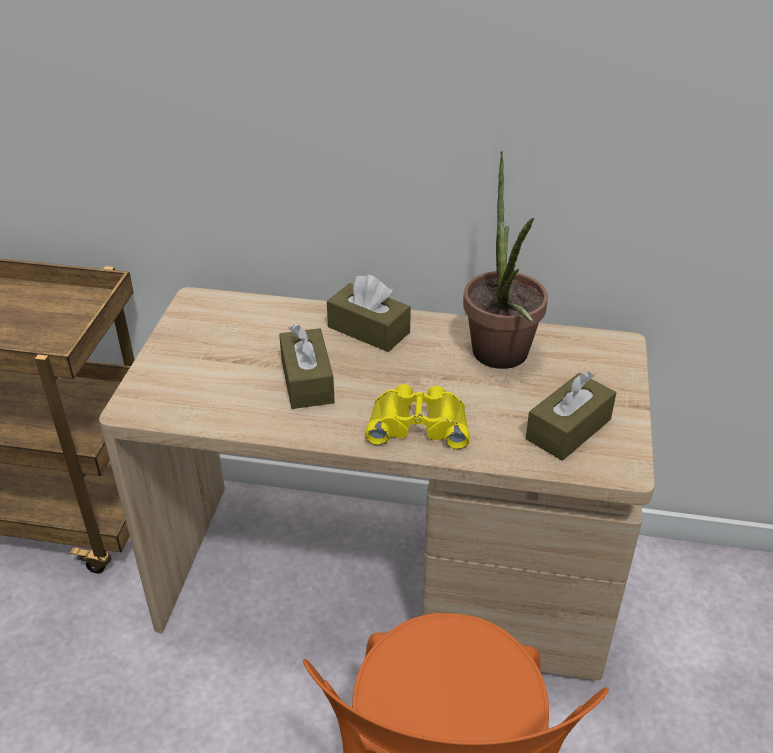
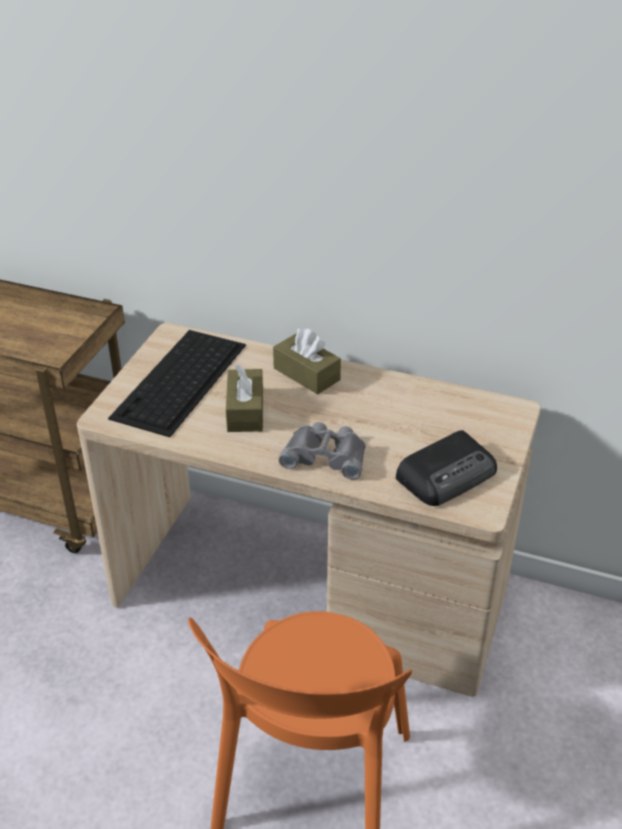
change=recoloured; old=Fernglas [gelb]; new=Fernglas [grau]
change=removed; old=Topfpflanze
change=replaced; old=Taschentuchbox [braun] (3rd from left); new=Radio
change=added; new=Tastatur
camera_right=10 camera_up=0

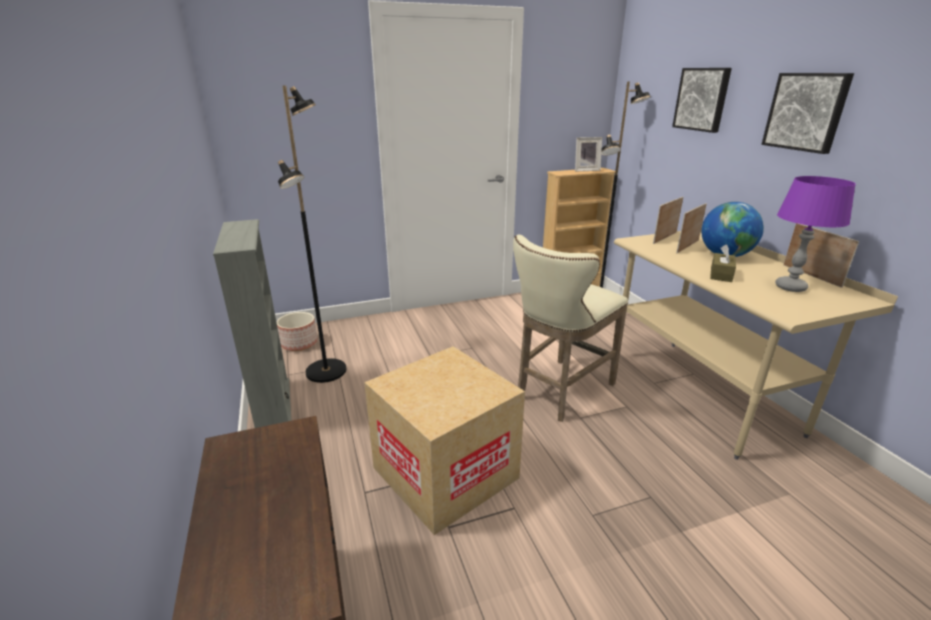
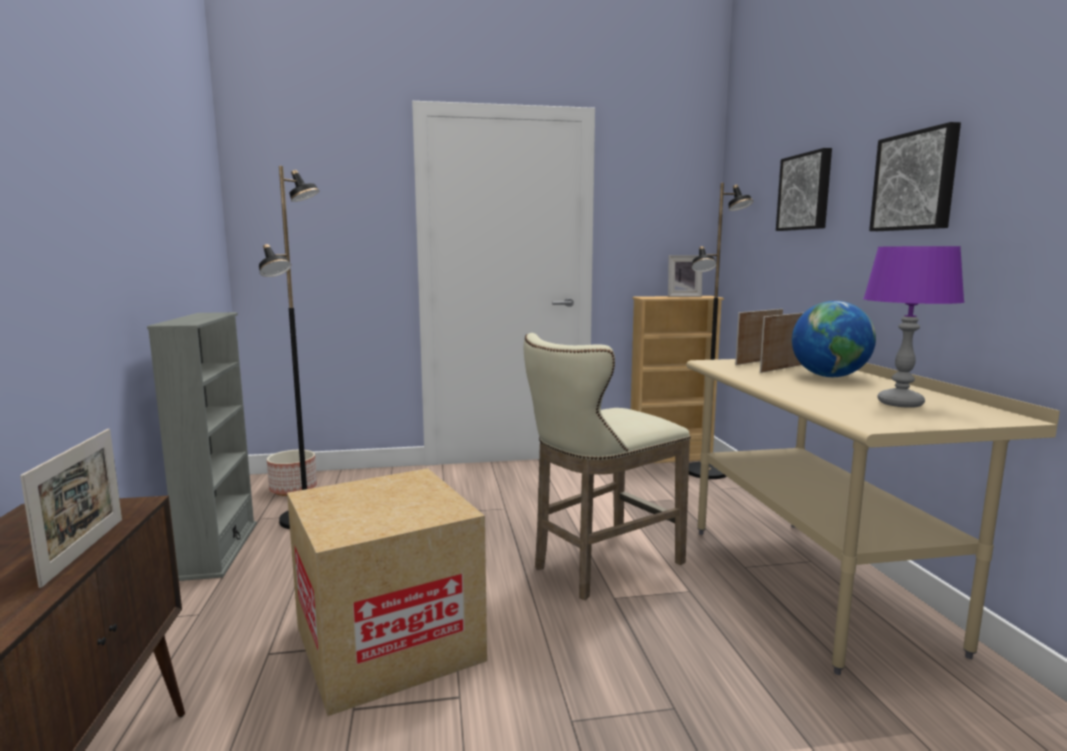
change=removed; old=Taschentuchbox [braun]
change=moved; old=Bilderrahmen (4th from left in the first image); new=Bilderrahmen (1st from left)
camera_right=10 camera_up=-15

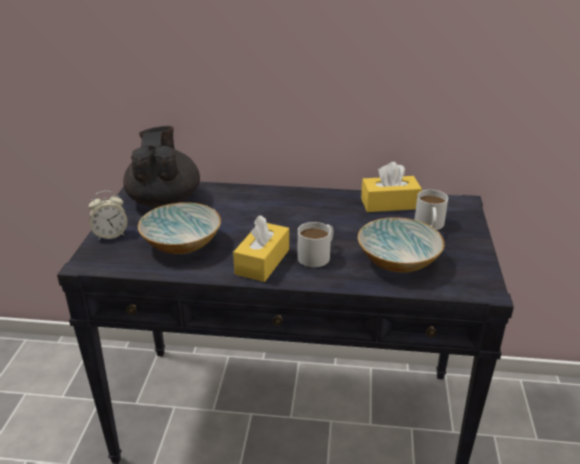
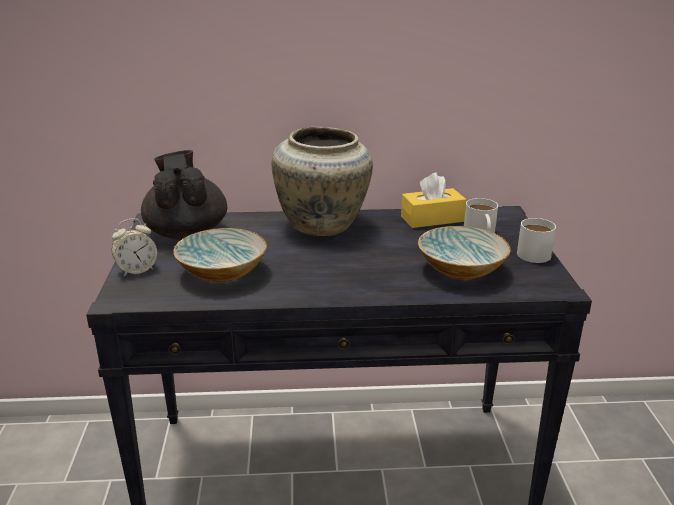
change=removed; old=Taschentuchbox [gelb] (1st from left)
change=moved; old=Henkelbecher [weiß] (1st from left in the first image); new=Henkelbecher [weiß] (2nd from left)
change=added; new=Vase [beige]
camera_right=-10 camera_up=-5

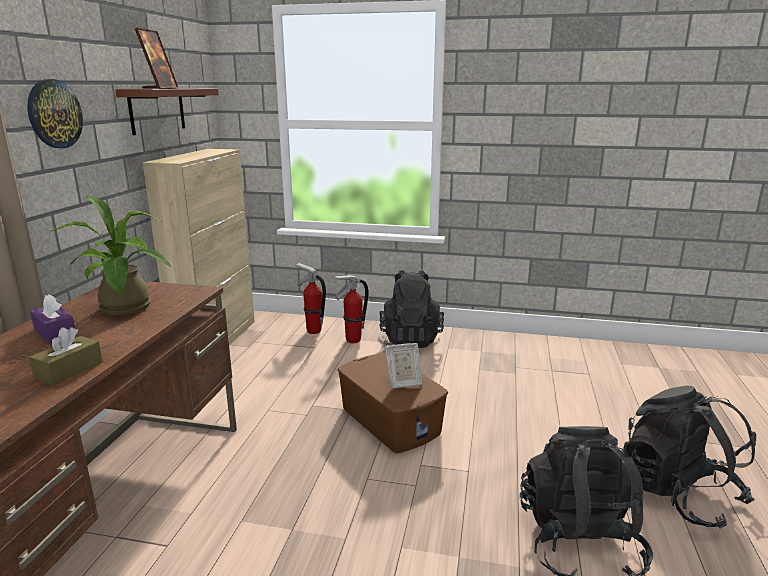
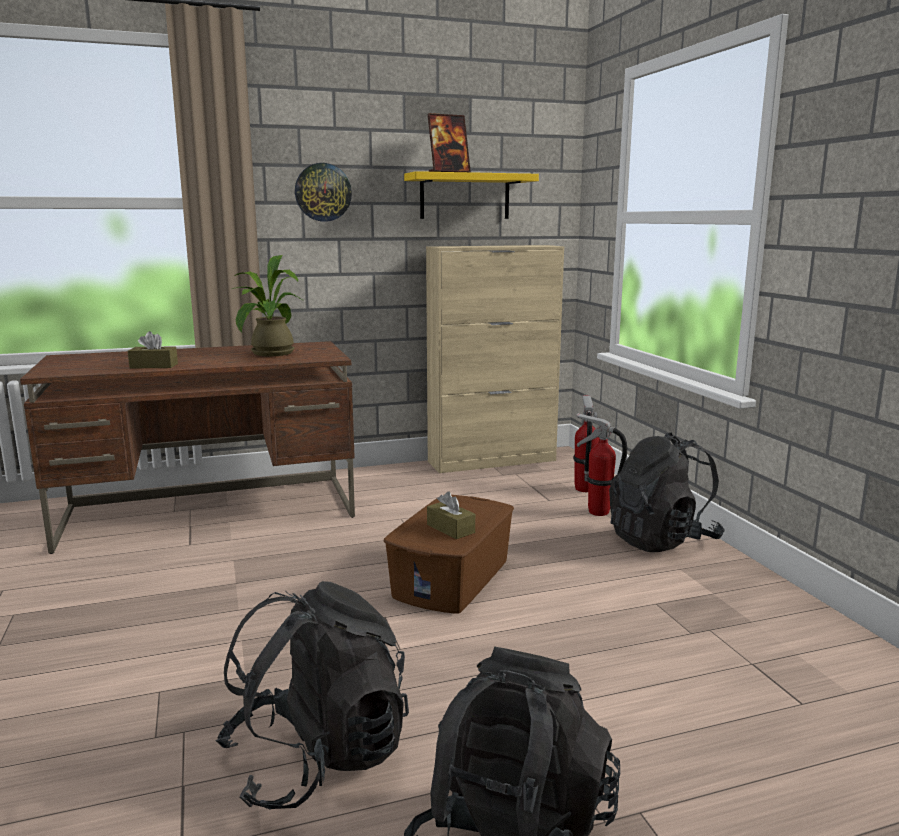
change=removed; old=Taschentuchbox [lila]
change=recoloured; old=Wandregal [braun]; new=Wandregal [gelb]
change=replaced; old=Bilderrahmen (2nd from left); new=Taschentuchbox [braun] (2nd from left)
camera_right=60 camera_up=-5

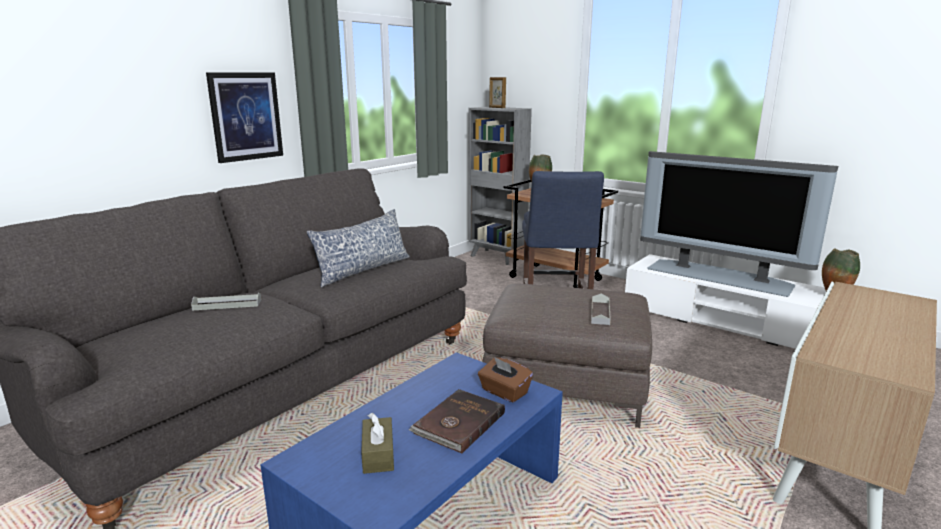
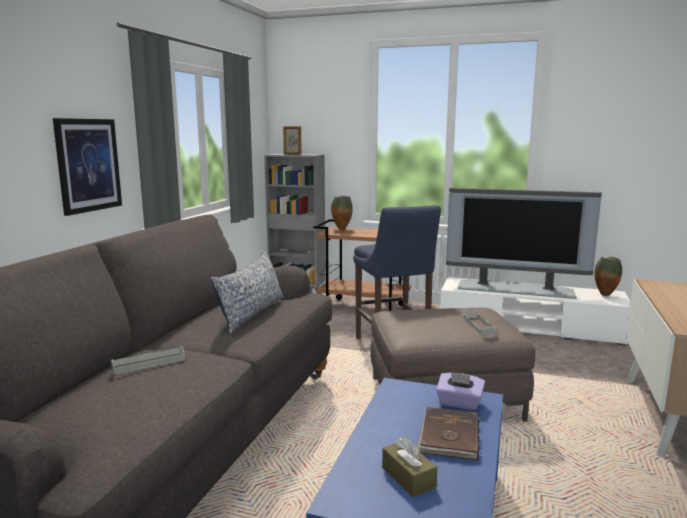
change=recoloured; old=Taschentuchbox [braun] (2nd from left); new=Taschentuchbox [lila]
camera_right=-20 camera_up=-5

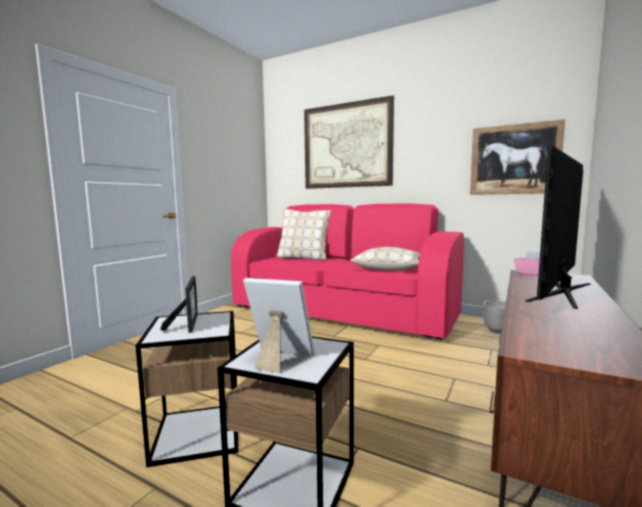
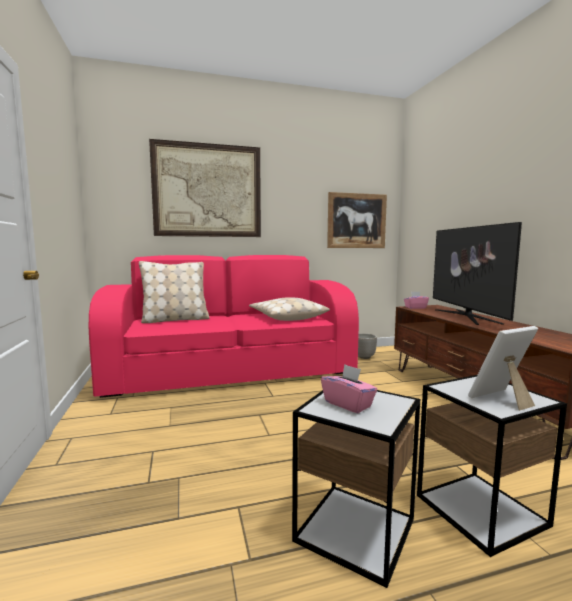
change=replaced; old=Bilderrahmen (1st from left); new=Taschentuchbox [rosa] (1st from left)
camera_right=-45 camera_up=0

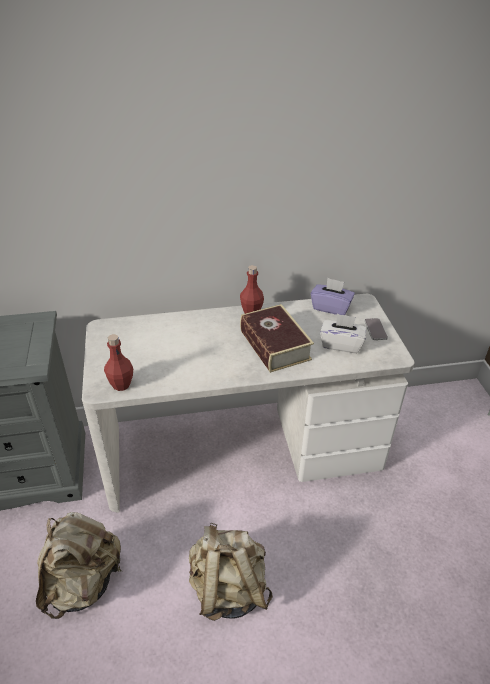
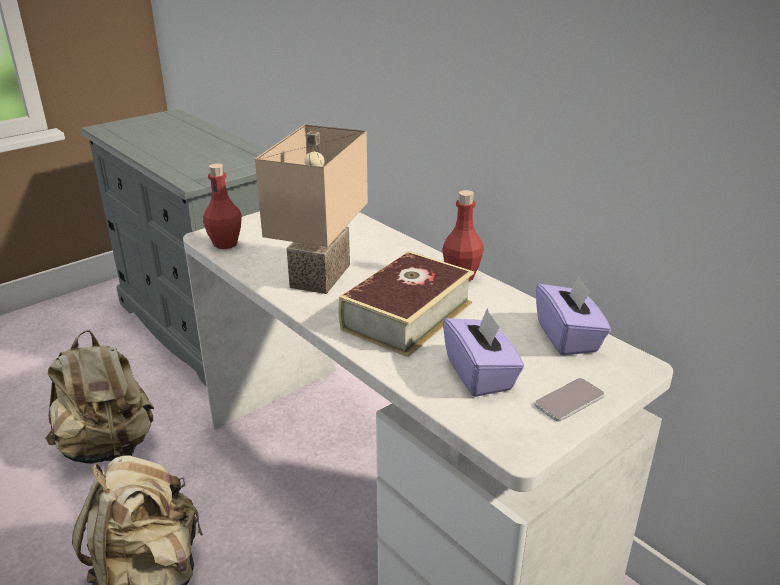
change=recoloured; old=Taschentuchbox [weiß]; new=Taschentuchbox [lila] (1st from left)
change=added; new=Tischlampe [beige]
camera_right=60 camera_up=-10

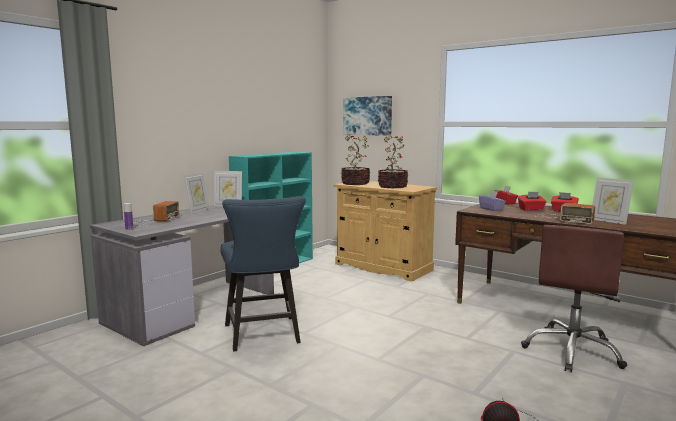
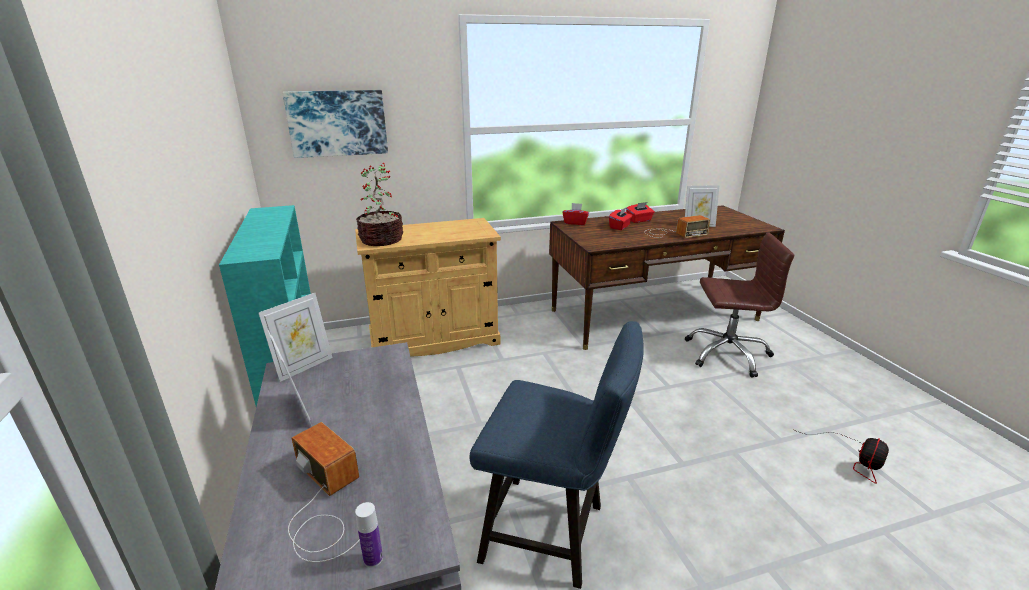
change=removed; old=Topfpflanze (2nd from left)
change=removed; old=Taschentuchbox [lila]
change=turned; old=Bürostuhl [braun]; degrees=-60
camera_right=-55 camera_up=15

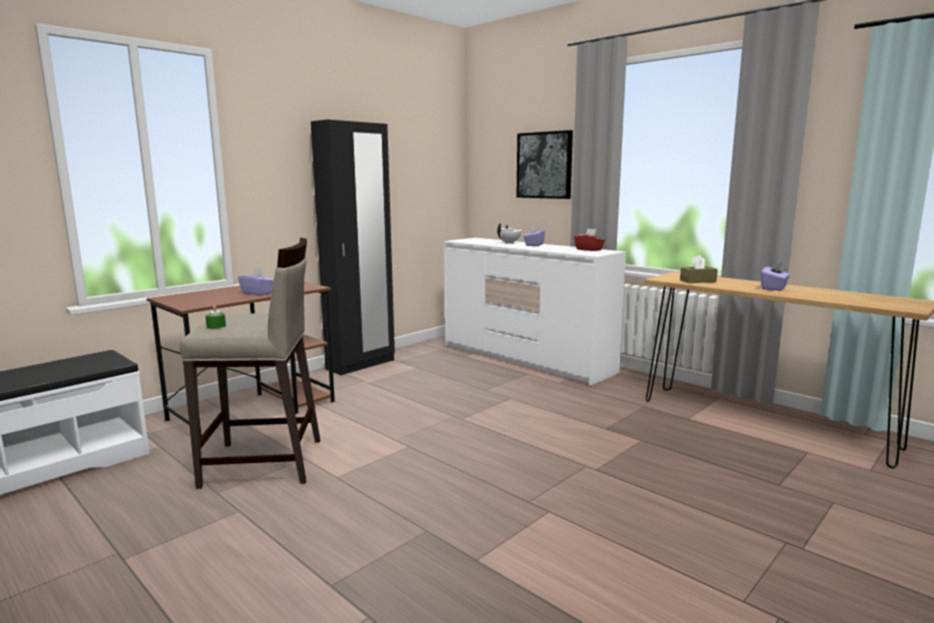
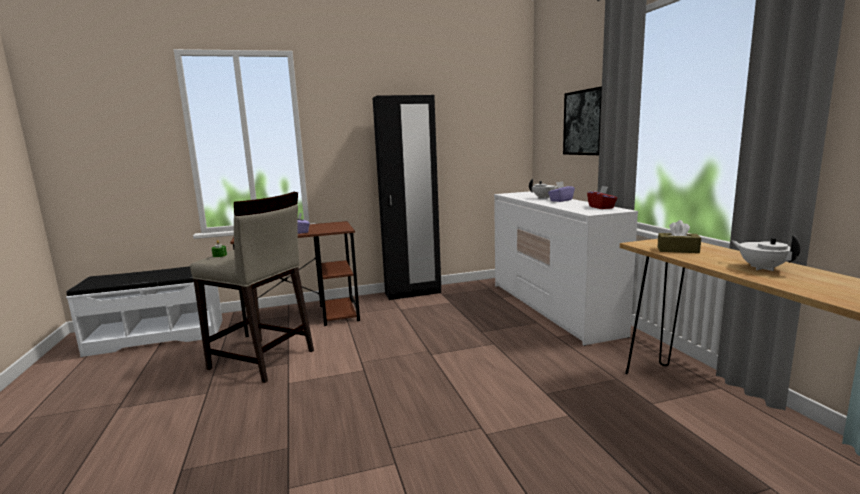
change=replaced; old=Taschentuchbox [lila] (3rd from left); new=Teekanne [weiß] (2nd from left)
camera_right=30 camera_up=0

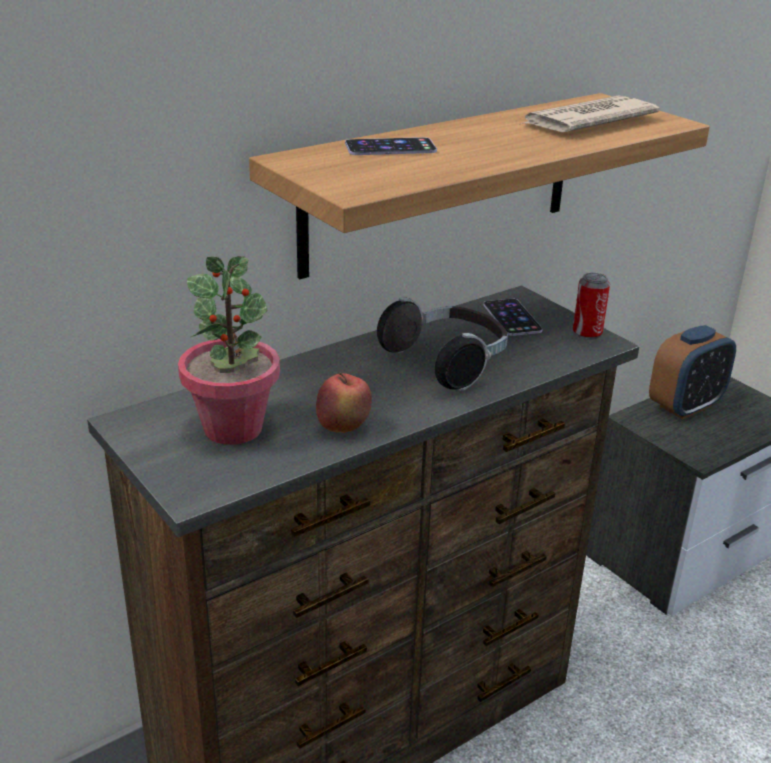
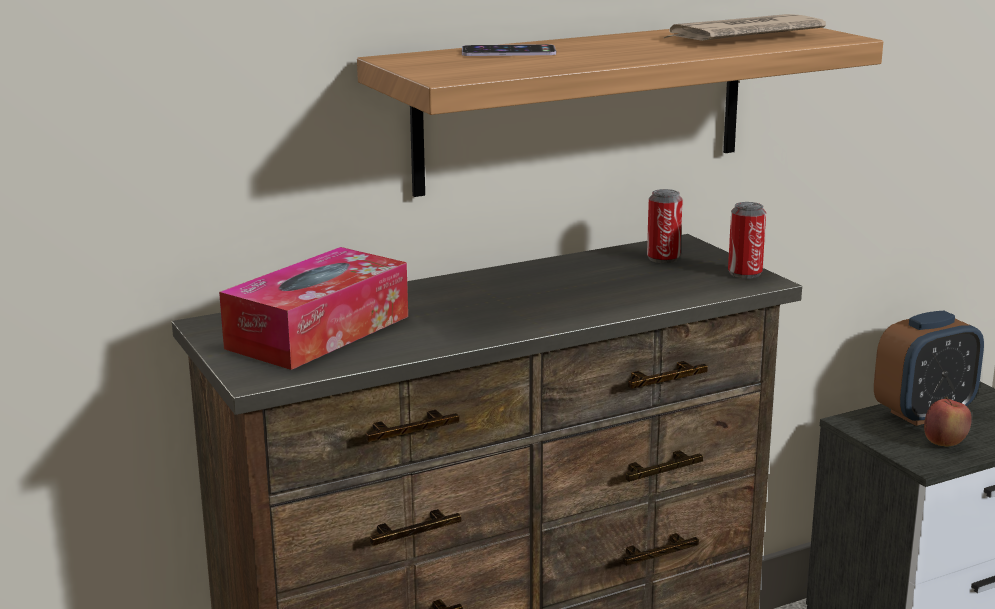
change=replaced; old=Topfpflanze; new=Taschentuchbox
change=moved; old=Apfel
change=removed; old=Kopfhörer
change=replaced; old=Handy (2nd from left); new=Dose (1st from left)
camera_right=10 camera_up=-10

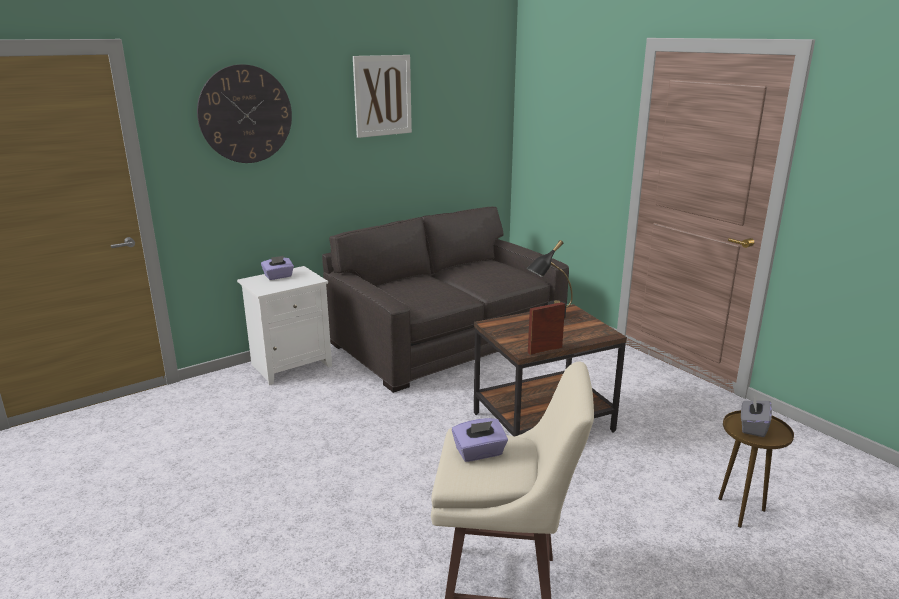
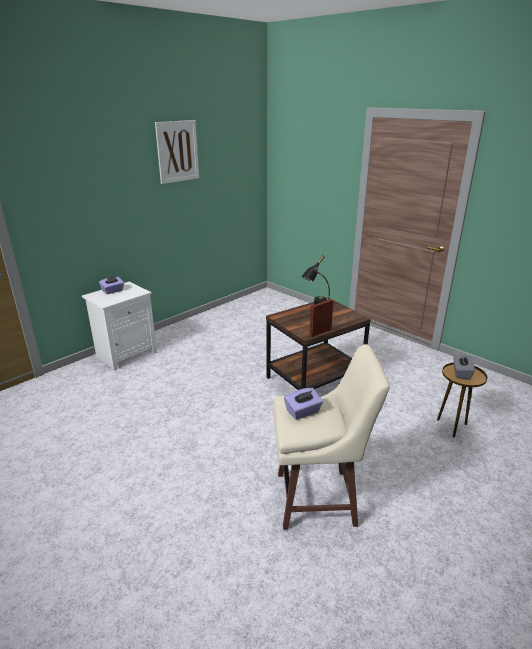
change=removed; old=Wanduhr
change=removed; old=Sofa [grau]
camera_right=-10 camera_up=5

